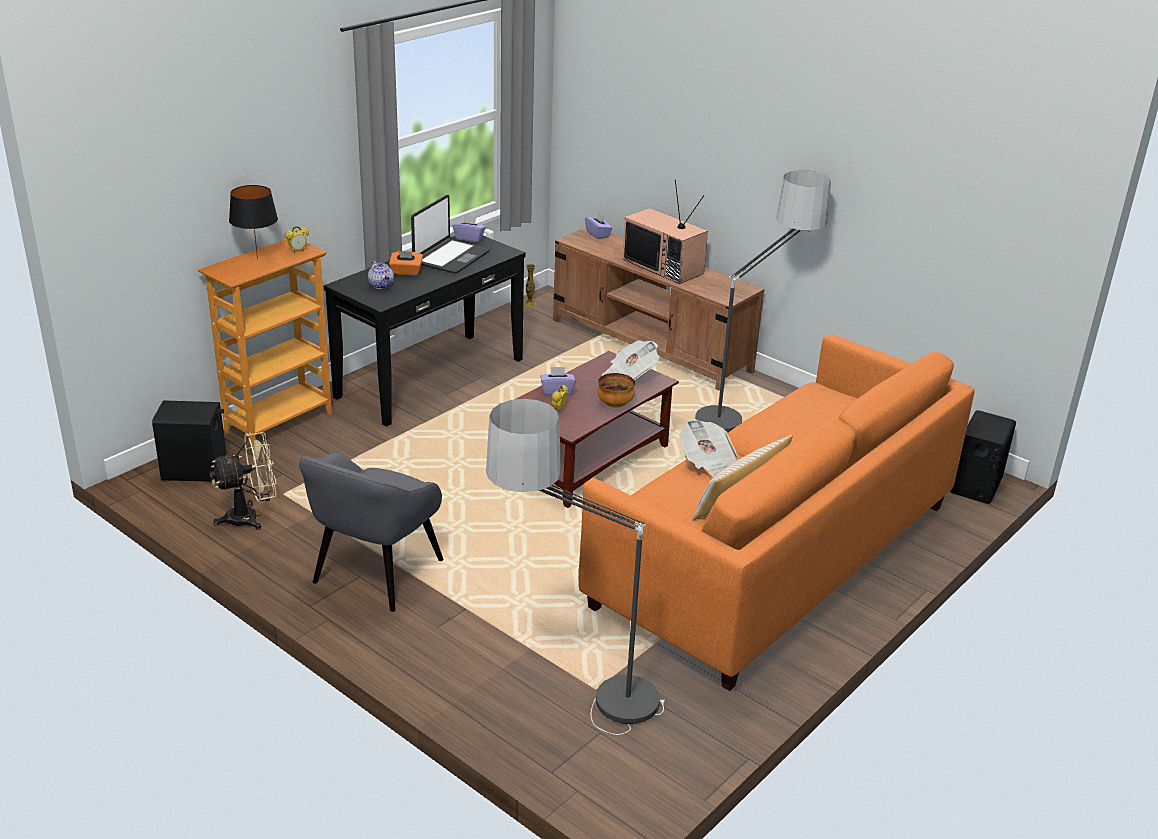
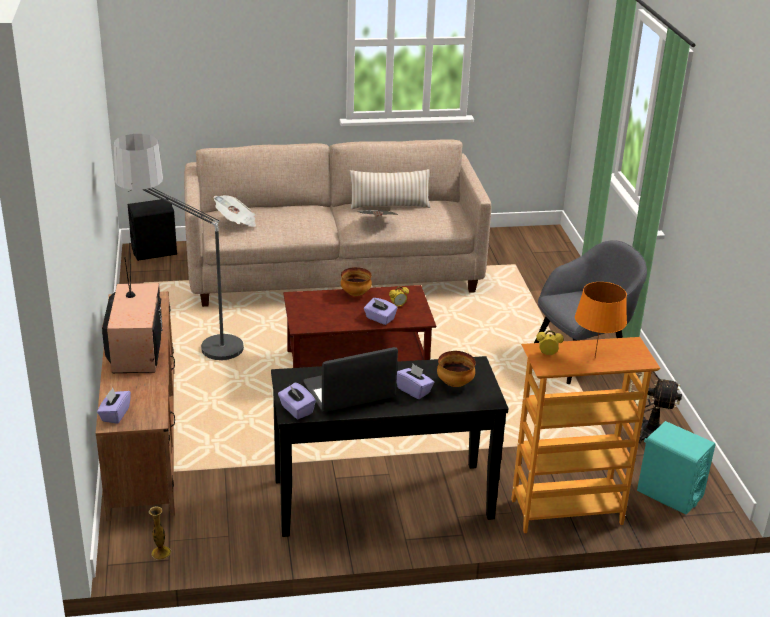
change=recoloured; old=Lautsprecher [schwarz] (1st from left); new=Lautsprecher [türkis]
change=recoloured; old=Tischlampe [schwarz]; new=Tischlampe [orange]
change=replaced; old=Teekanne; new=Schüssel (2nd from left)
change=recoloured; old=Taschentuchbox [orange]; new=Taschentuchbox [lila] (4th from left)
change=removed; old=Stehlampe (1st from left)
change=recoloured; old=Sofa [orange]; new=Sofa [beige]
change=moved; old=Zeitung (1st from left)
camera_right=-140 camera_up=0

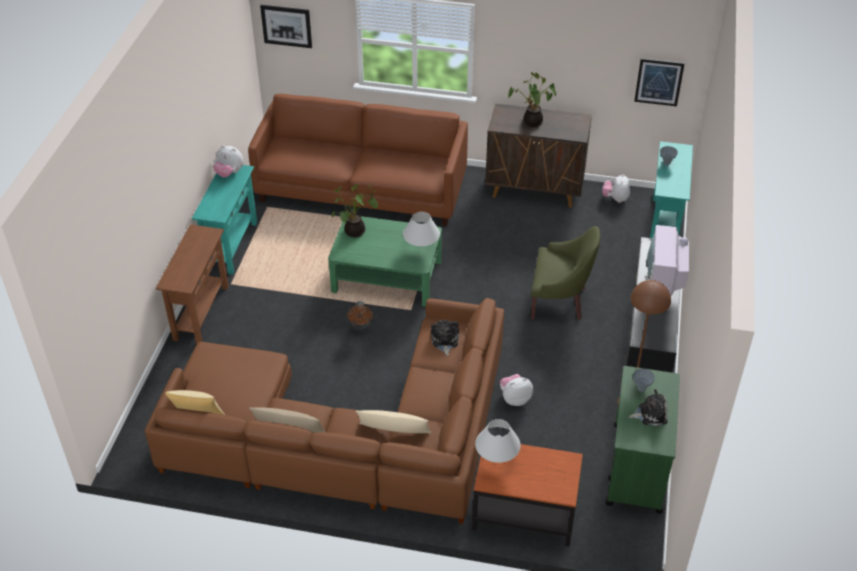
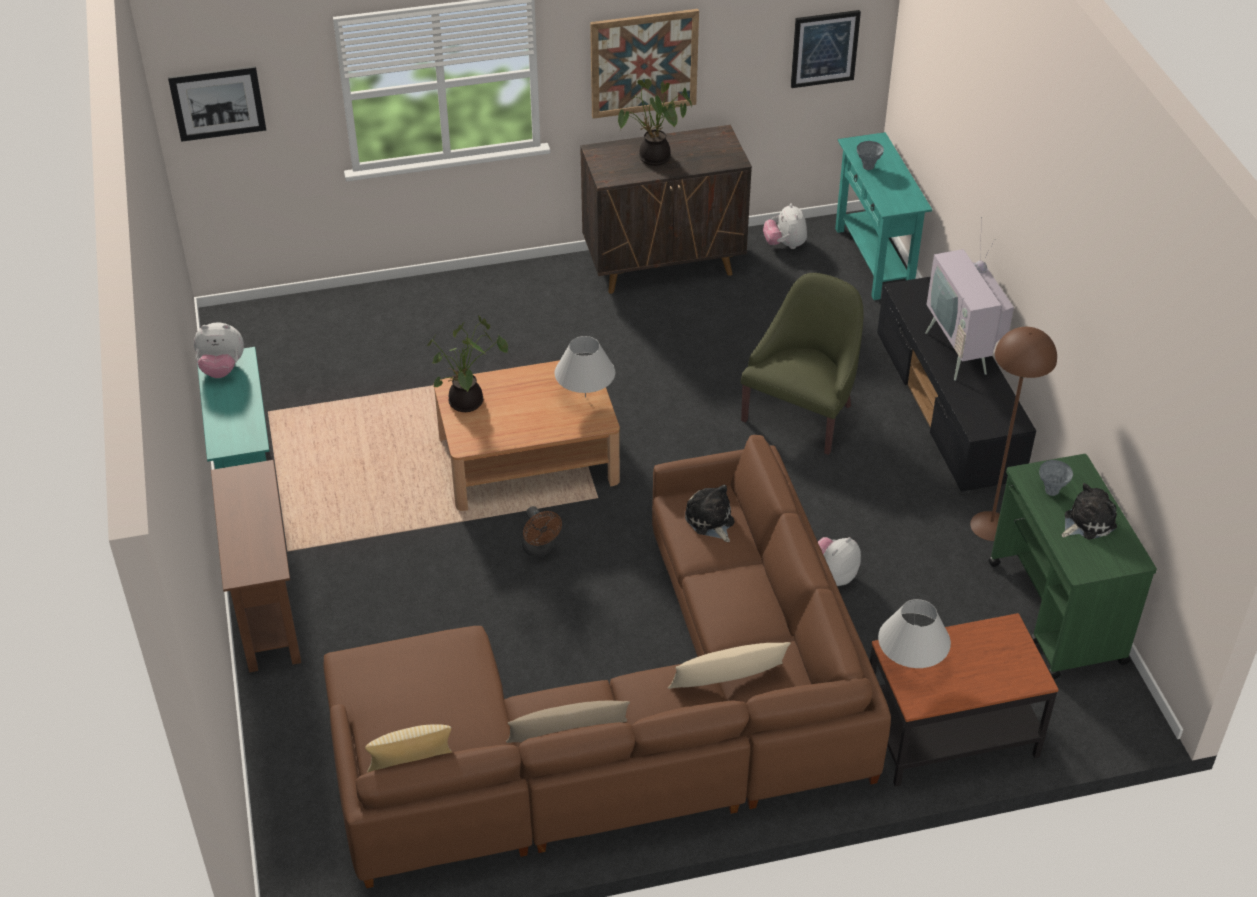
change=removed; old=Sofa [braun] (2nd from left)
change=recoloured; old=Couchtisch [grün]; new=Couchtisch [braun]
change=turned; old=Sessel [grün]; degrees=-45
change=added; new=Bild (2nd from left)
camera_right=-25 camera_up=0

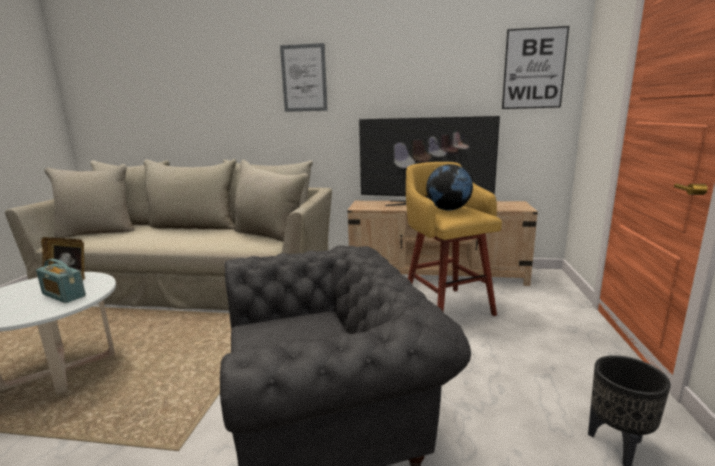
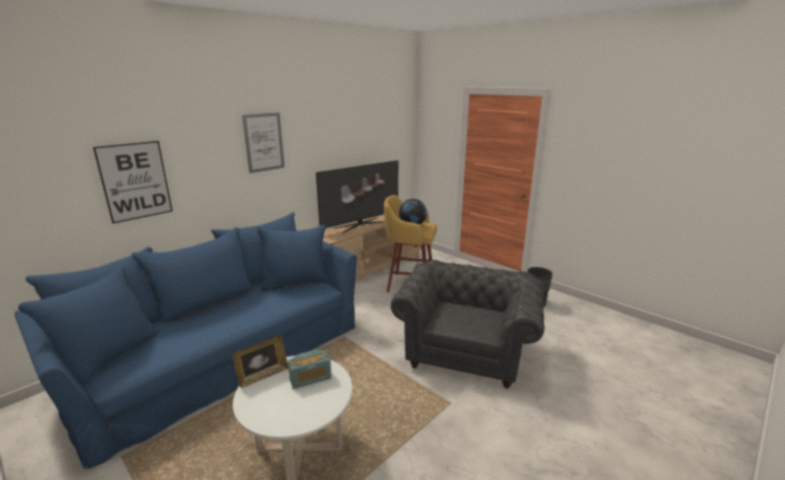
change=recoloured; old=Sofa [beige]; new=Sofa [blau]
change=moved; old=Bild (2nd from left in the first image); new=Bild (1st from left)
camera_right=-55 camera_up=5

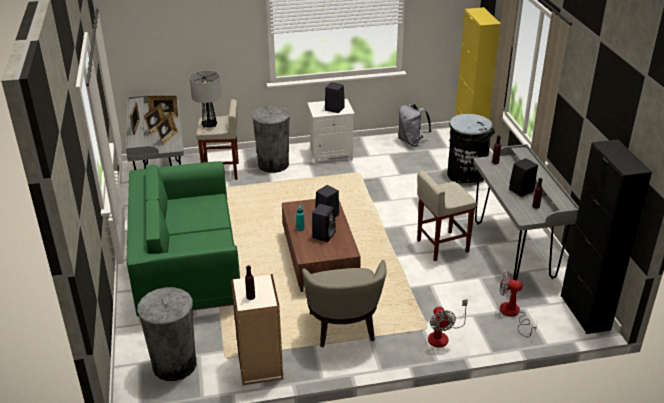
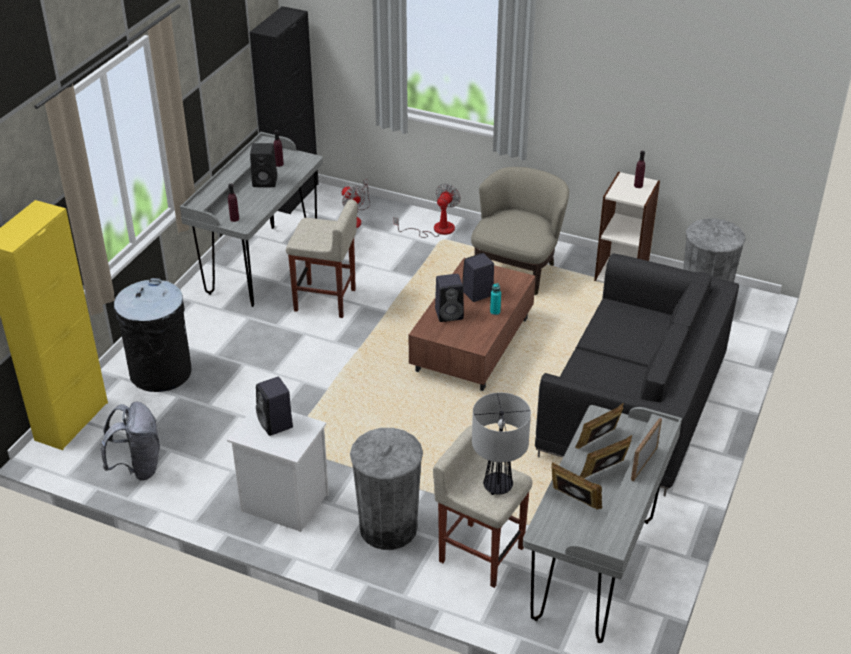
change=recoloured; old=Sofa [grün]; new=Sofa [schwarz]
camera_right=-145 camera_up=5

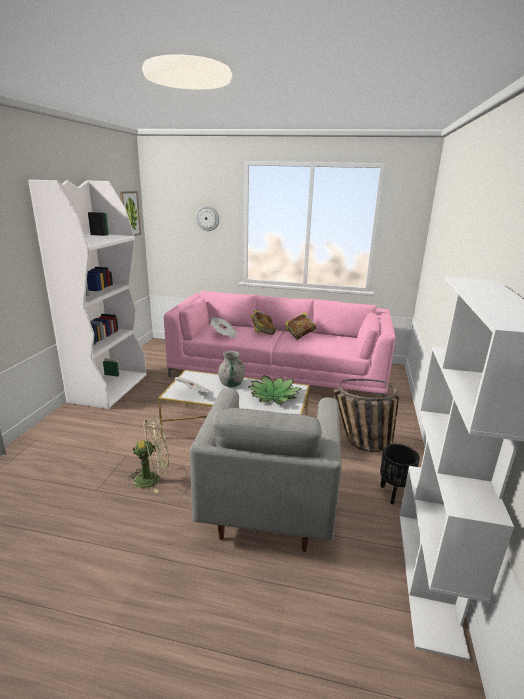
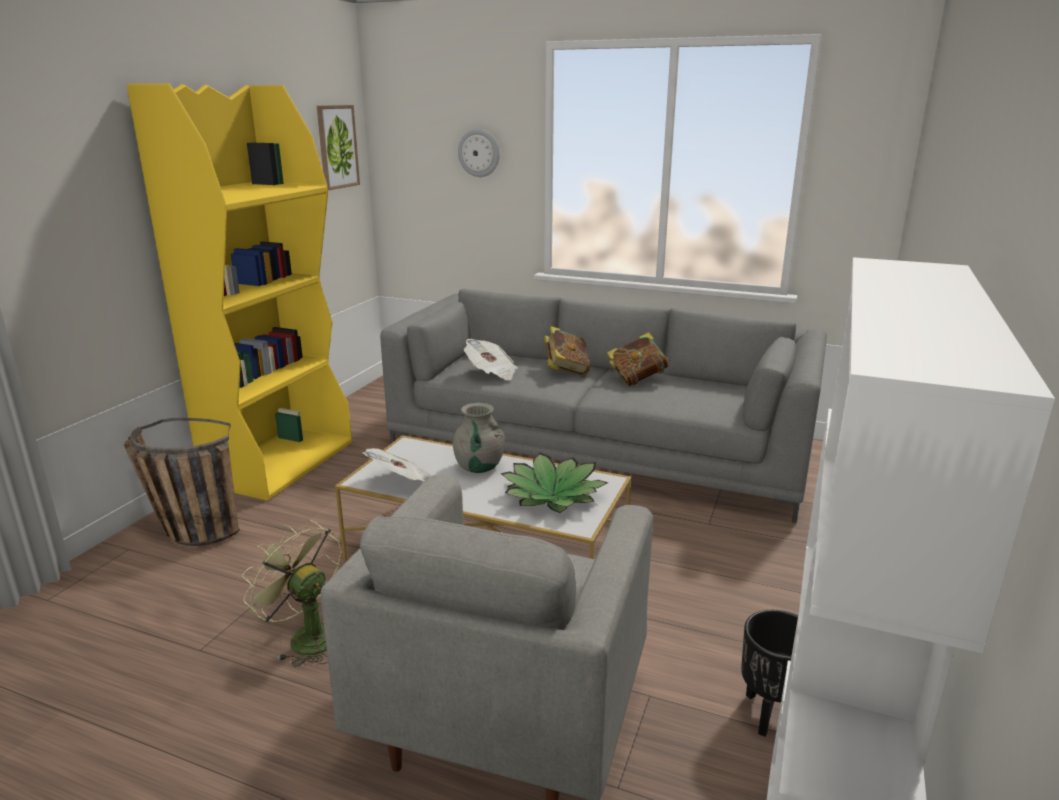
change=recoloured; old=Bücherregal [weiß] (1st from left); new=Bücherregal [gelb]
change=turned; old=Ventilator [grün]; degrees=-135
change=recoloured; old=Sofa [rosa]; new=Sofa [grau]
change=moved; old=Korb
camera_right=10 camera_up=0

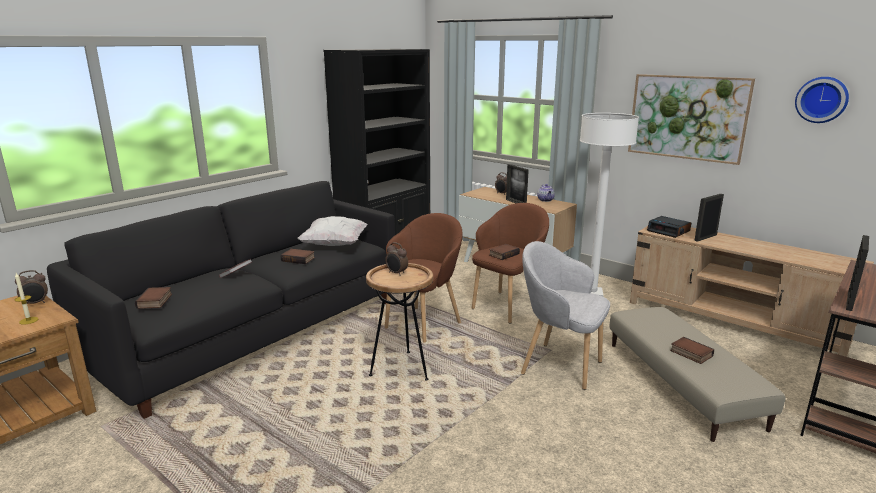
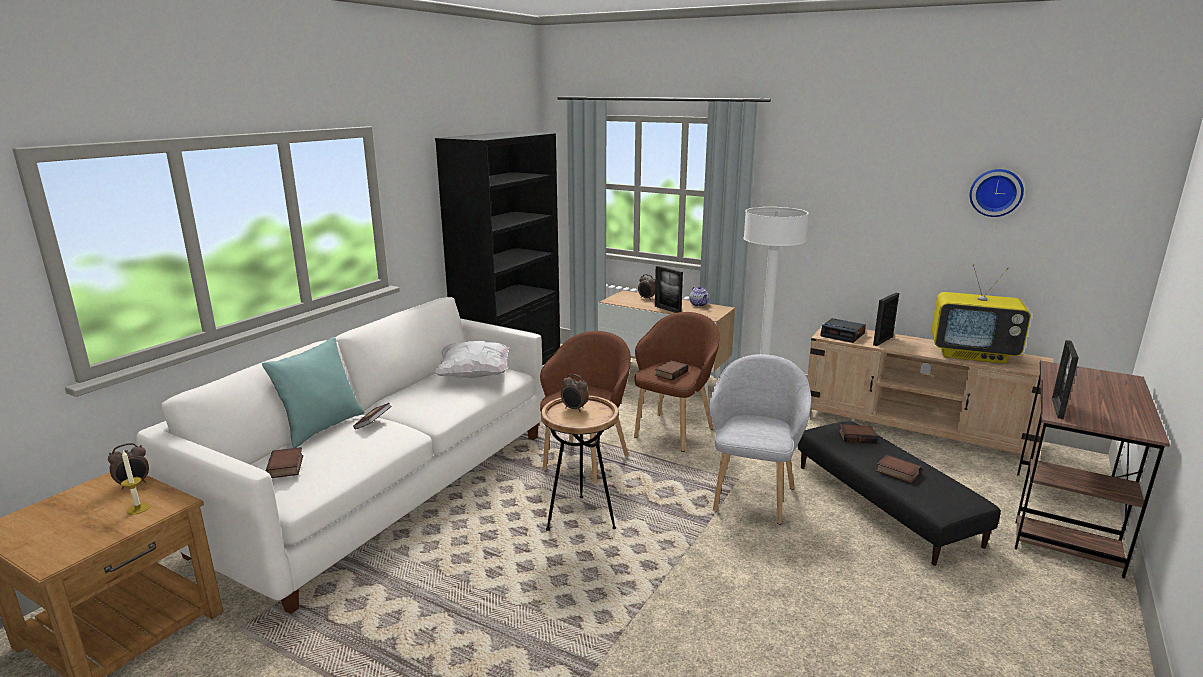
change=recoloured; old=Sofa [schwarz]; new=Sofa [weiß]
change=moved; old=Buch (3rd from left in the first image); new=Buch (4th from left)
change=turned; old=Sessel [grau]; degrees=90
change=recoloured; old=Polsterhocker [beige]; new=Polsterhocker [schwarz]
change=removed; old=Bild
change=added; new=Kissen [türkis]
change=added; new=Fernseher
camera_right=-10 camera_up=0

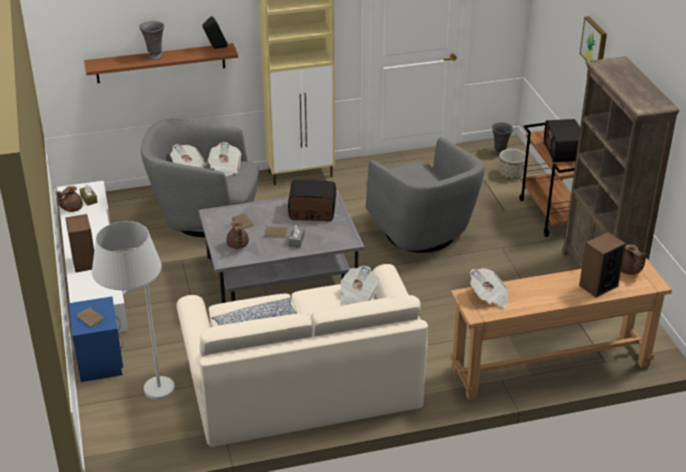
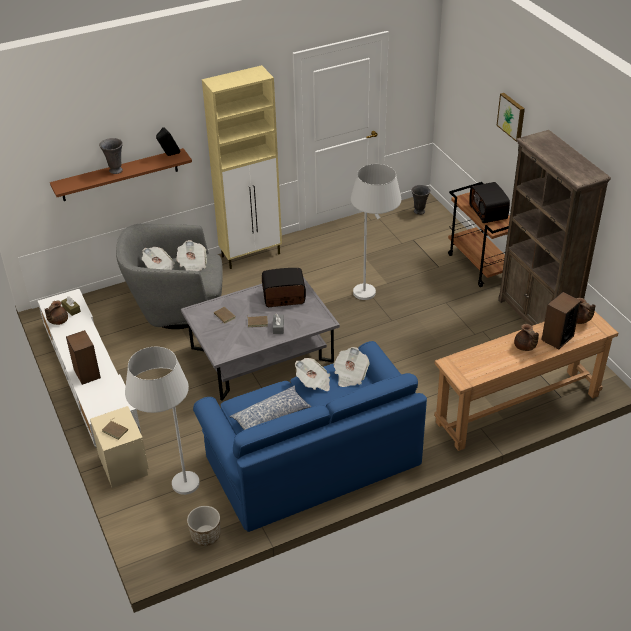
change=recoloured; old=Nachttisch [blau]; new=Nachttisch [beige]
change=recoloured; old=Sofa [beige]; new=Sofa [blau]
change=moved; old=Teekanne [braun] (2nd from left)
change=replaced; old=Sessel [grau] (2nd from left); new=Stehlampe [weiß] (2nd from left)
change=moved; old=Zeitung (4th from left in the first image); new=Zeitung (3rd from left)
change=moved; old=Pflanzkübel
camera_right=-10 camera_up=5

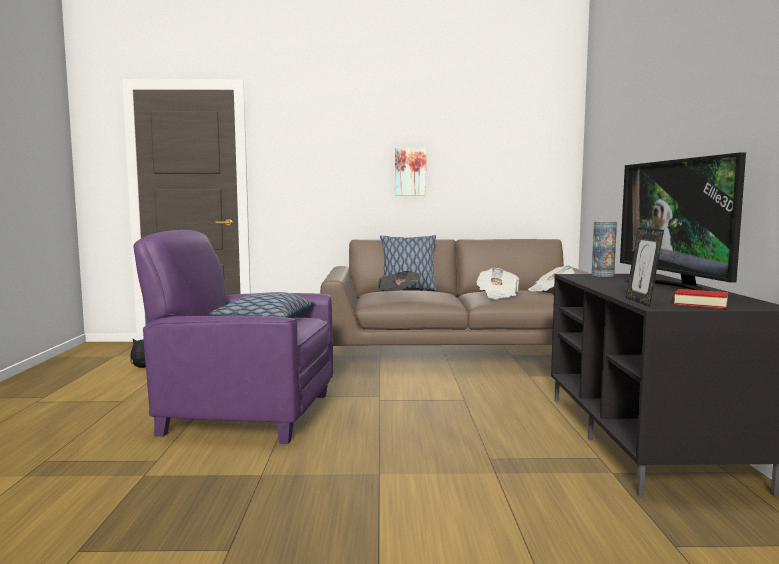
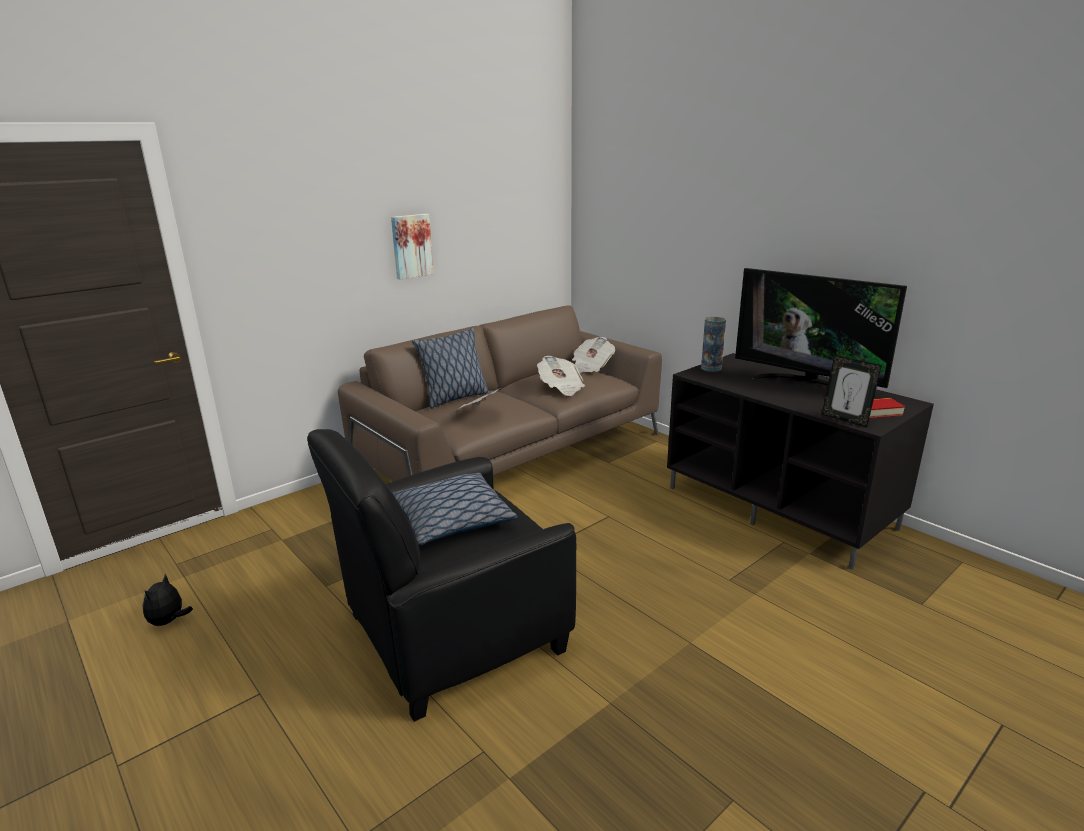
change=recoloured; old=Sessel [lila]; new=Sessel [schwarz]
camera_right=-40 camera_up=15

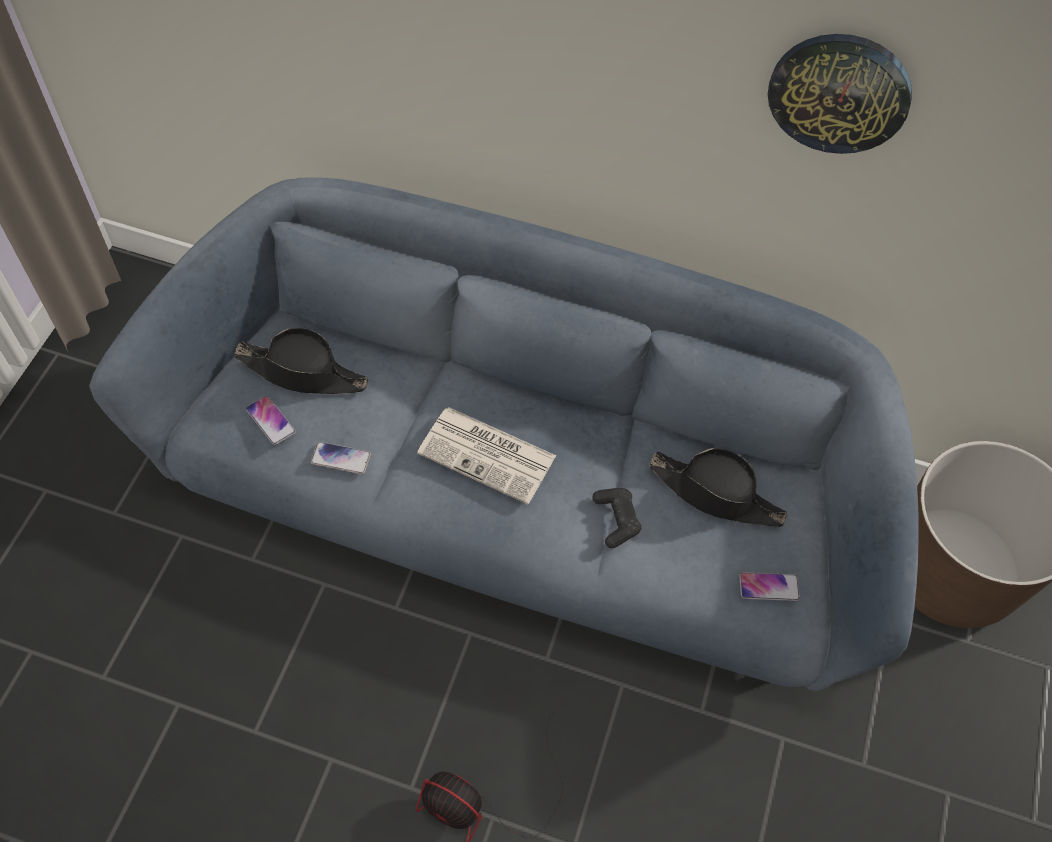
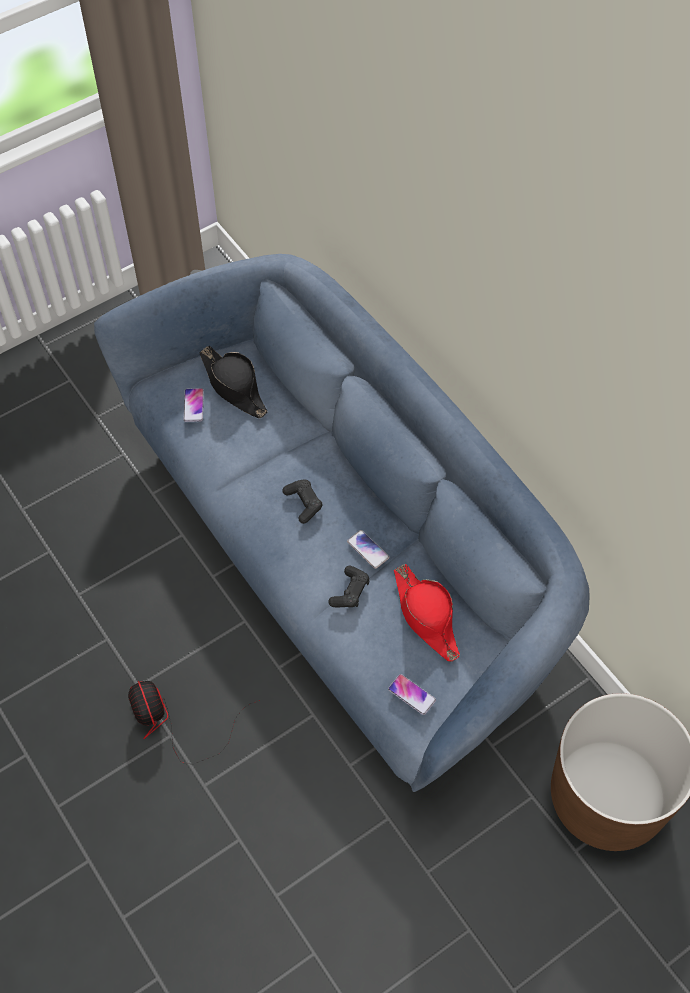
change=moved; old=Handy (2nd from left)
change=replaced; old=Zeitung; new=Gamepad [schwarz] (1st from left)
change=recoloured; old=Hut [schwarz] (2nd from left); new=Hut [rot]
change=removed; old=Wanduhr
camera_right=40 camera_up=0

